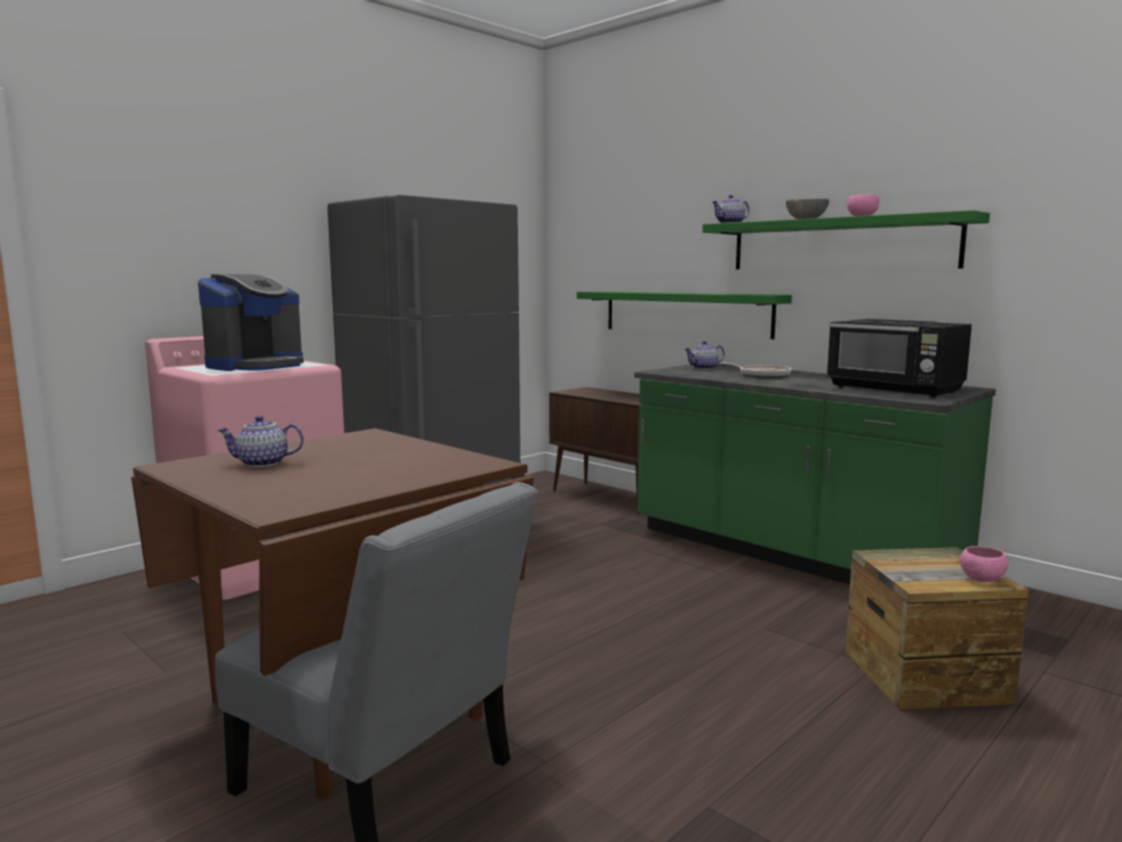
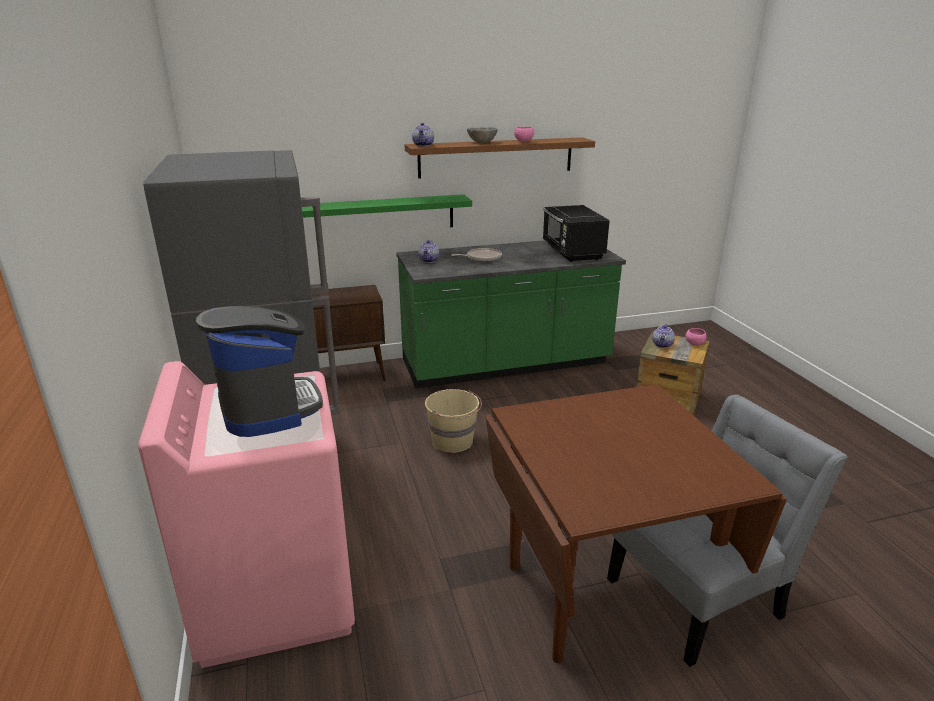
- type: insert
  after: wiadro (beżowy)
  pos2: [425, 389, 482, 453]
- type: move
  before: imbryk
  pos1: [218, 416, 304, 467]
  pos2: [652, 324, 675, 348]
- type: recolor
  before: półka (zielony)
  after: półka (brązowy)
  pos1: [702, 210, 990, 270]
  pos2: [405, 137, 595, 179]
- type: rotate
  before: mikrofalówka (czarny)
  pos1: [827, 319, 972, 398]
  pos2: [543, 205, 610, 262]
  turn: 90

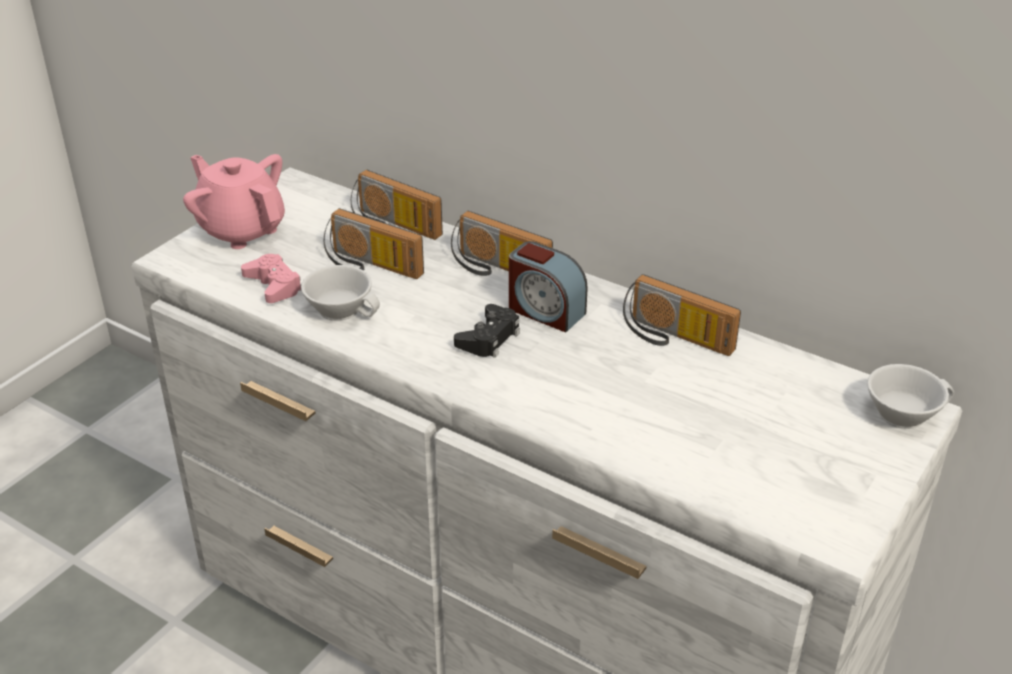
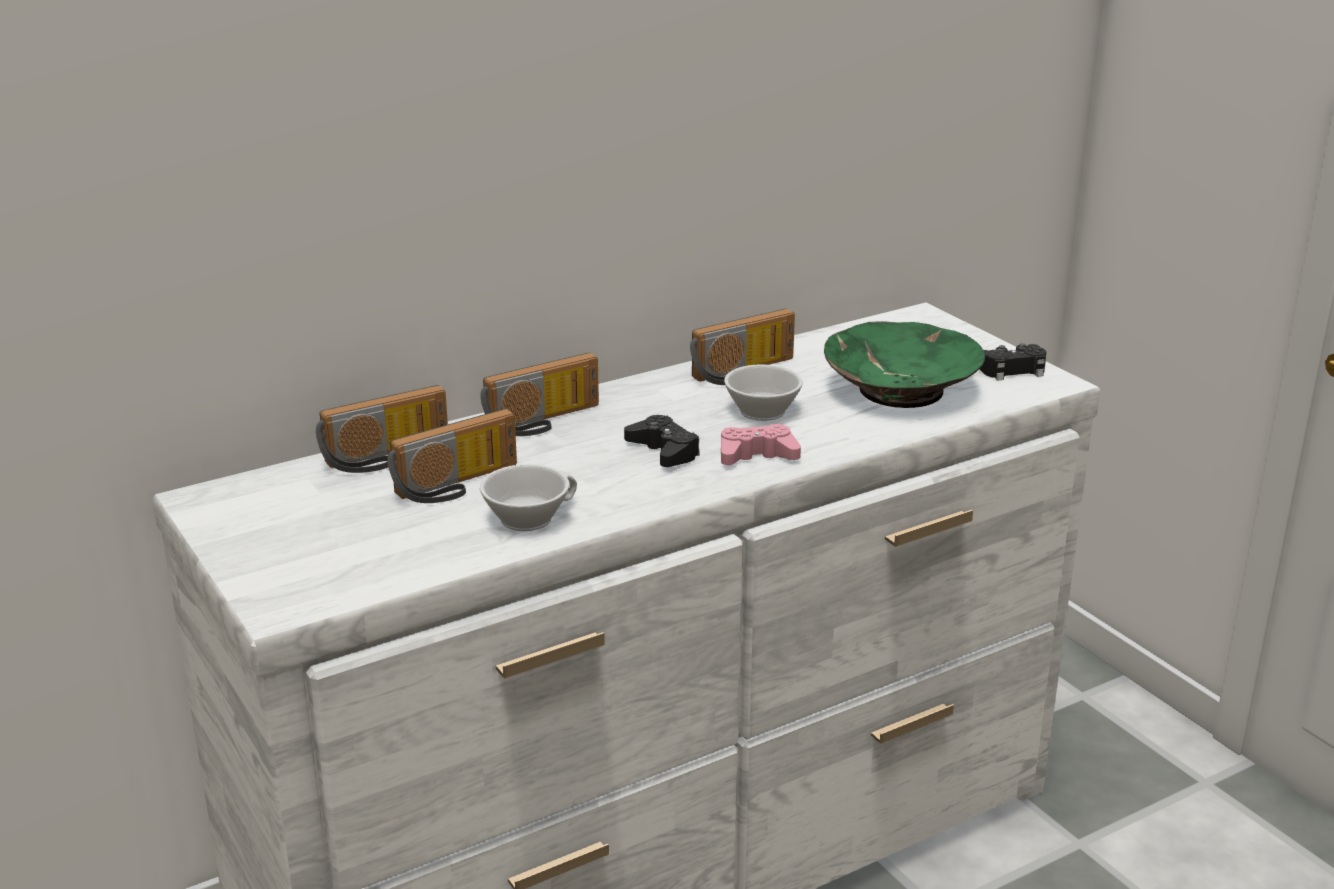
- type: delete
  before: imbryk (różowy)
  pos1: [183, 154, 285, 249]
- type: delete
  before: budzik
  pos1: [509, 241, 588, 332]
- type: insert
  after: miska (zielony)
  pos2: [824, 321, 985, 408]
- type: insert
  after: pad do gier (czarny)
  pos2: [980, 343, 1046, 381]
- type: move
  before: pad do gier (różowy)
  pos1: [241, 254, 301, 303]
  pos2: [721, 424, 801, 465]
- type: move
  before: filiżanka (biały)
  pos1: [867, 364, 954, 429]
  pos2: [724, 364, 803, 421]

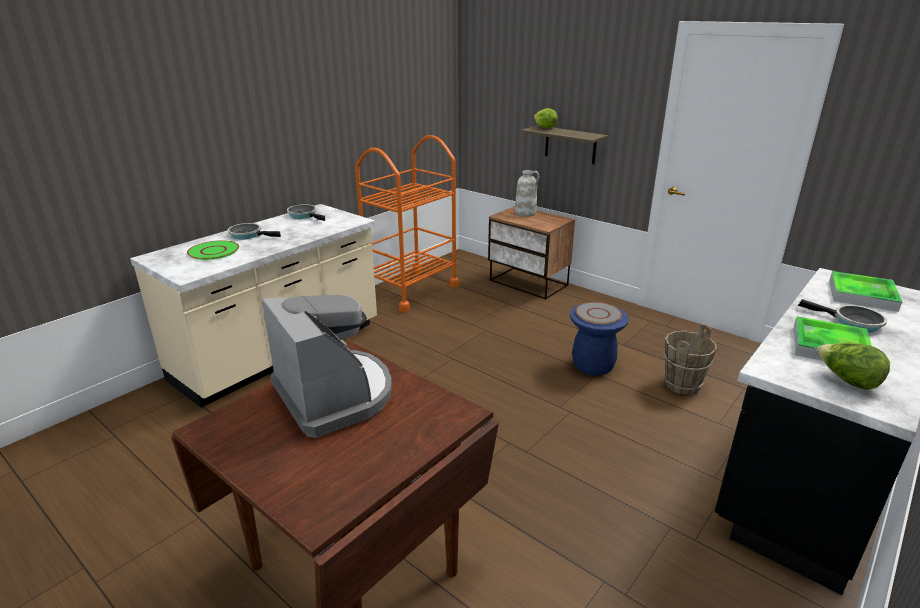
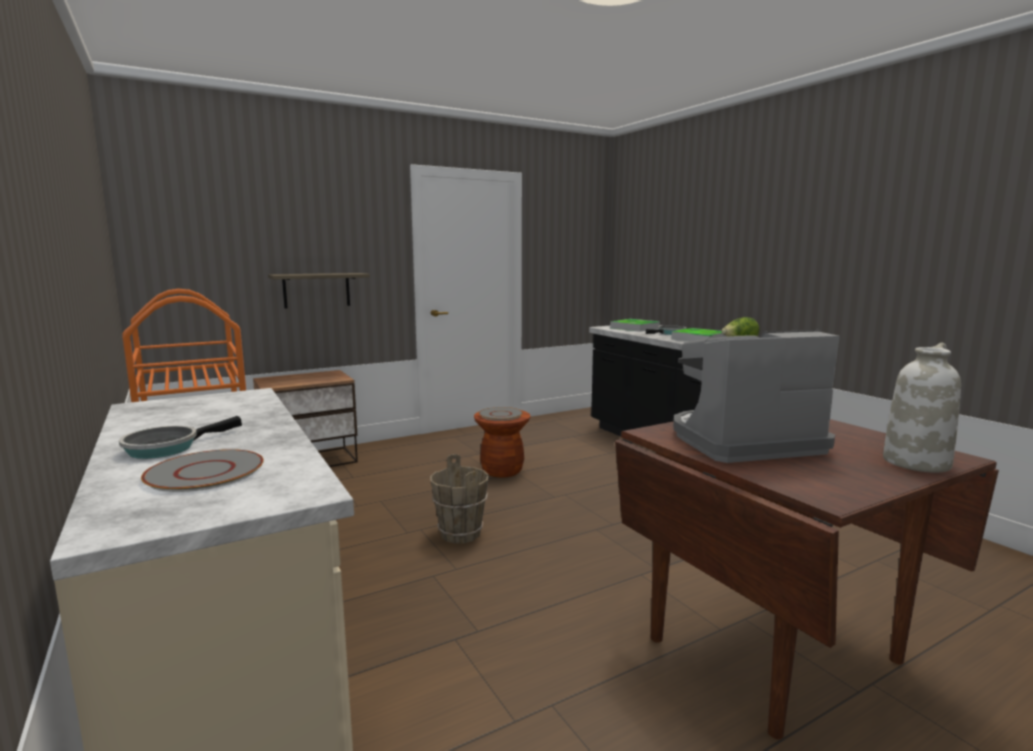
- type: delete
  before: patelnia
  pos1: [287, 204, 325, 221]
- type: delete
  before: sałata
  pos1: [534, 108, 558, 128]
- type: move
  before: wazon (biały)
  pos1: [515, 170, 539, 217]
  pos2: [883, 343, 961, 473]
- type: move
  before: wiadro (brązowy)
  pos1: [663, 325, 717, 395]
  pos2: [430, 454, 489, 544]
- type: recolor
  before: talerz (zielony)
  after: talerz (szary)
  pos1: [187, 240, 239, 260]
  pos2: [141, 449, 264, 492]
- type: recolor
  before: stołek (niebieski)
  after: stołek (brązowy)
  pos1: [570, 304, 629, 376]
  pos2: [474, 410, 531, 478]

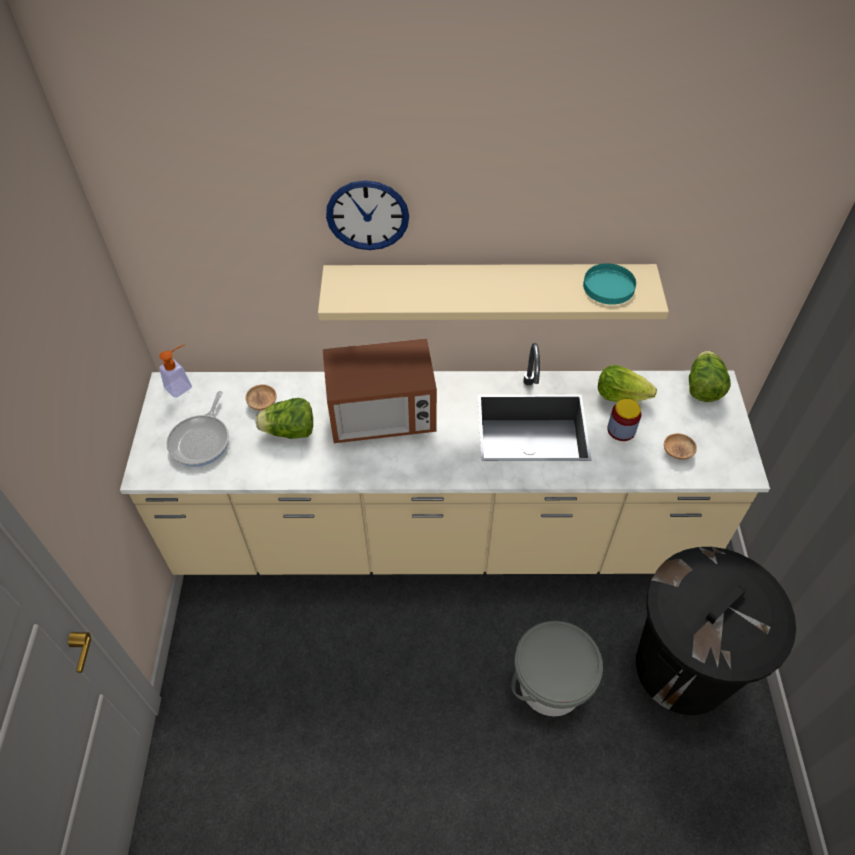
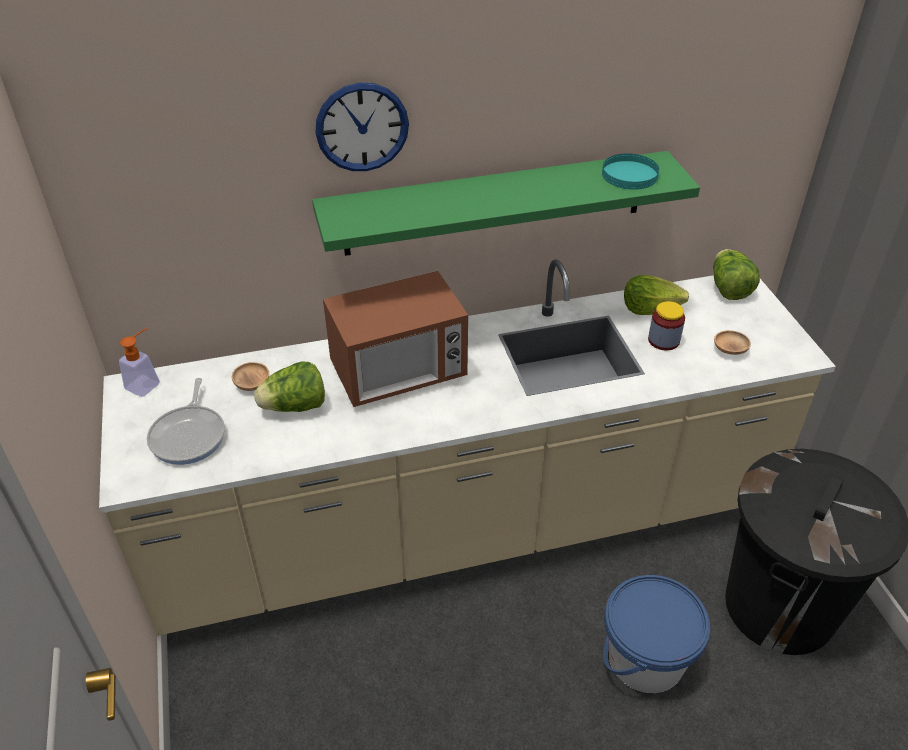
- type: recolor
  before: półka (beżowy)
  after: półka (zielony)
  pos1: [318, 264, 669, 320]
  pos2: [312, 151, 700, 256]
- type: recolor
  before: wiadro (szary)
  after: wiadro (niebieski)
  pos1: [511, 621, 603, 716]
  pos2: [603, 575, 710, 693]

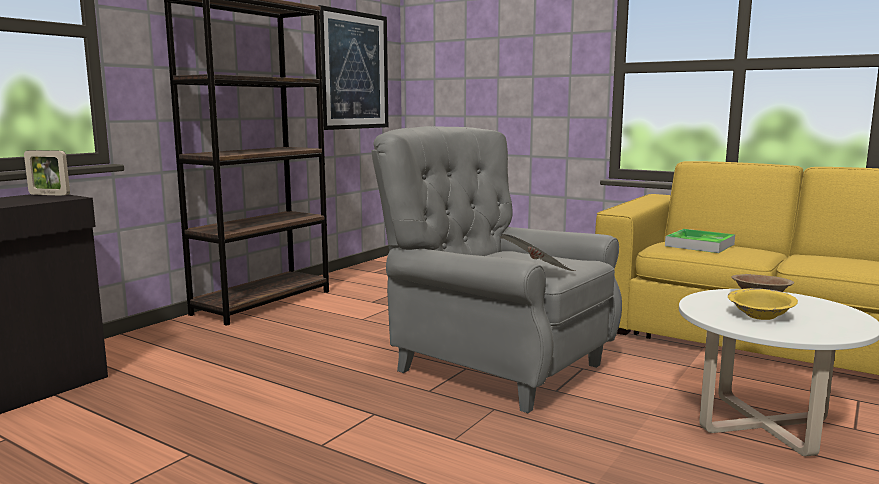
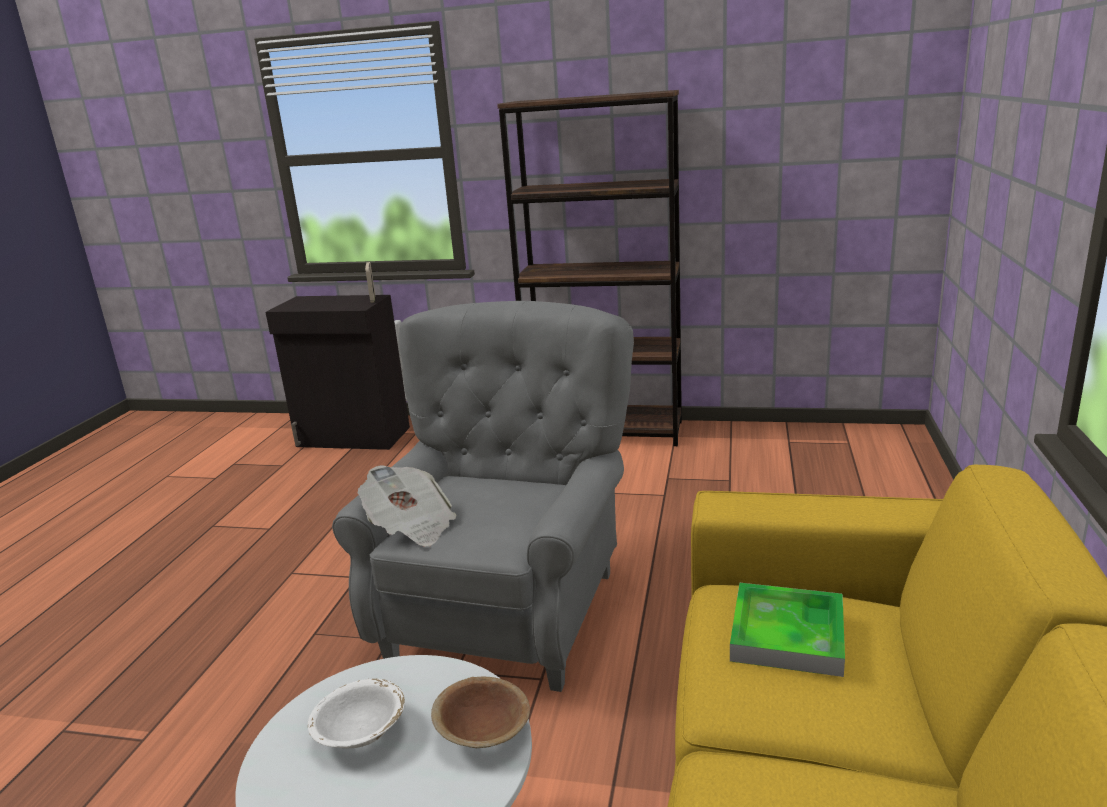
- type: delete
  before: obraz
  pos1: [318, 5, 388, 130]
- type: recolor
  before: miska (żółty)
  after: miska (biały)
  pos1: [728, 288, 798, 320]
  pos2: [308, 679, 405, 749]

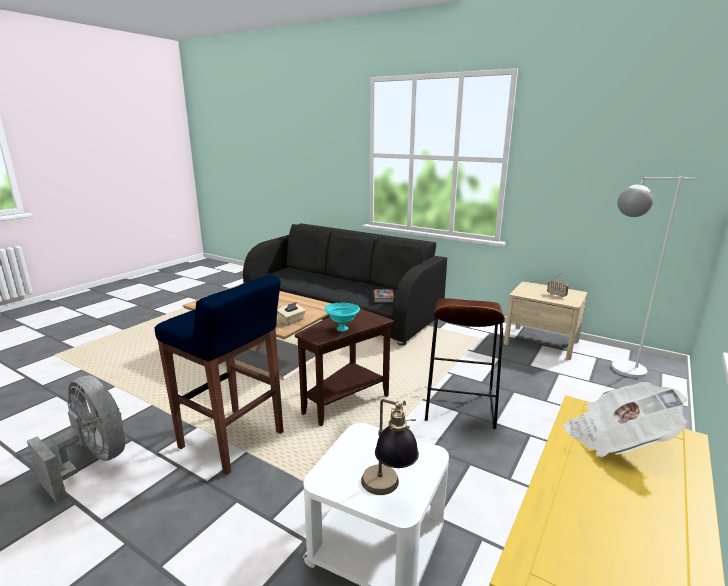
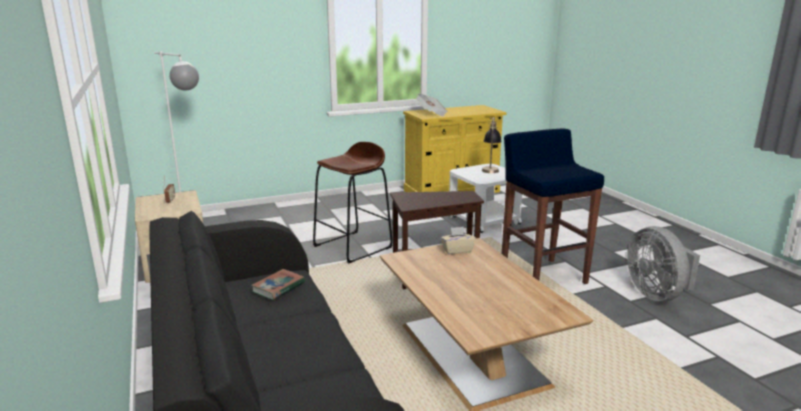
- type: delete
  before: miska (turkusowy)
  pos1: [325, 303, 360, 332]

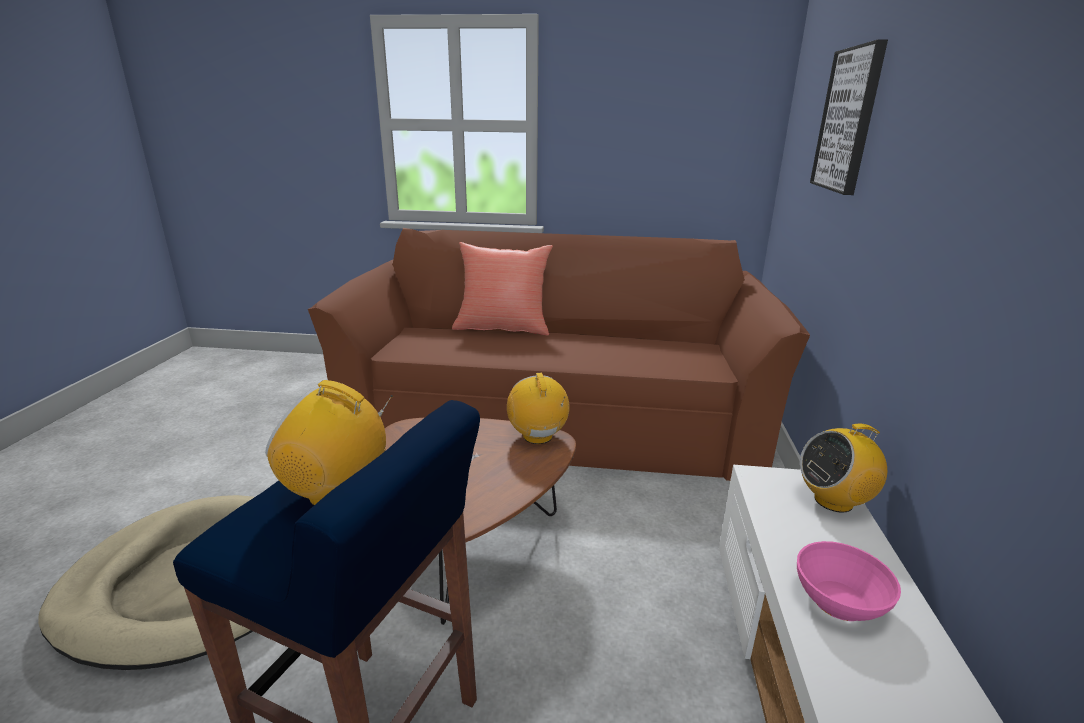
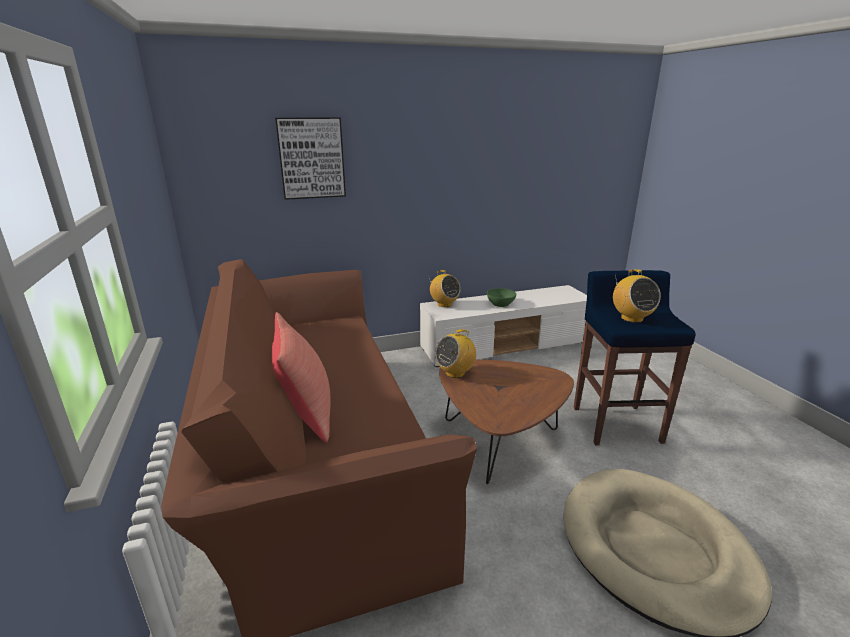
- type: recolor
  before: miska (różowy)
  after: miska (zielony)
  pos1: [797, 541, 901, 621]
  pos2: [487, 288, 516, 307]

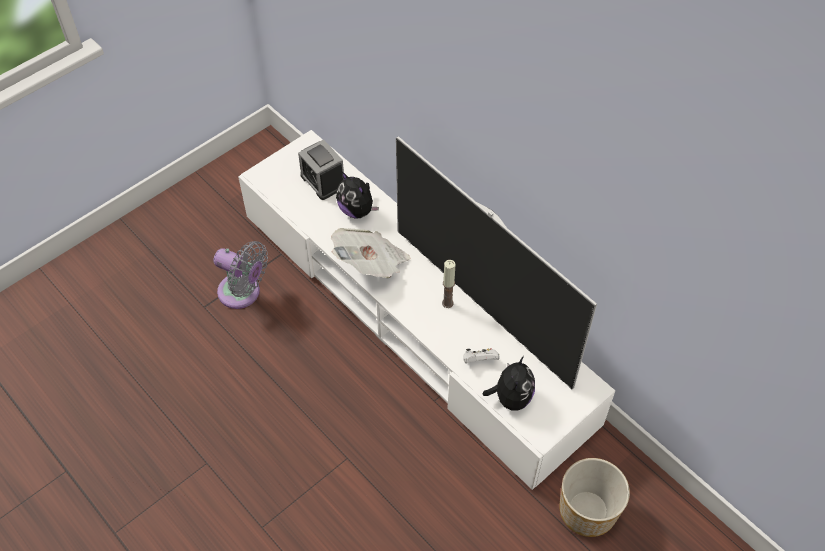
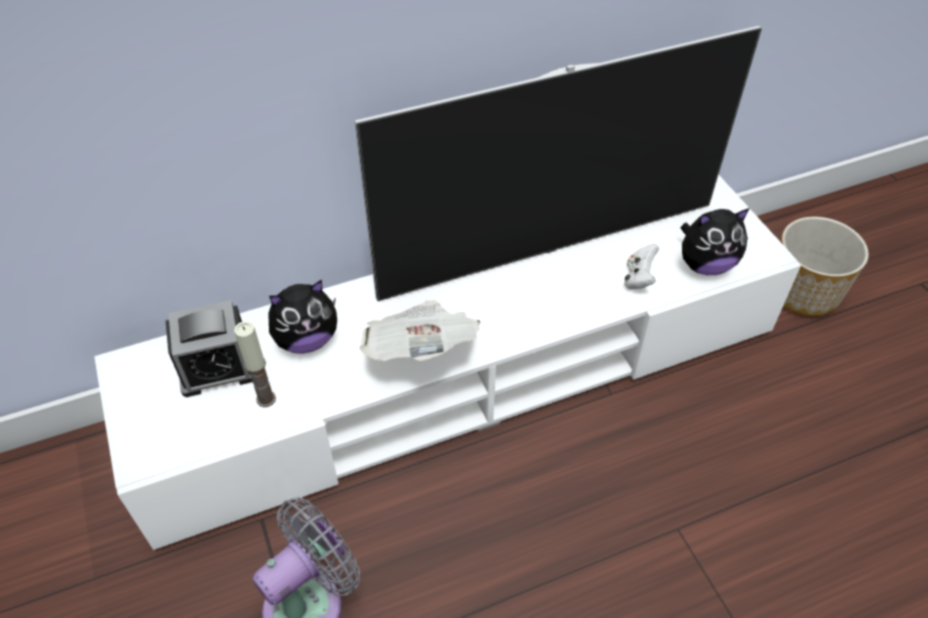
- type: move
  before: świeca
  pos1: [442, 260, 456, 308]
  pos2: [234, 321, 276, 407]
- type: rotate
  before: pluszak
  pos1: [482, 356, 535, 410]
  pos2: [680, 208, 750, 275]
  turn: 135

